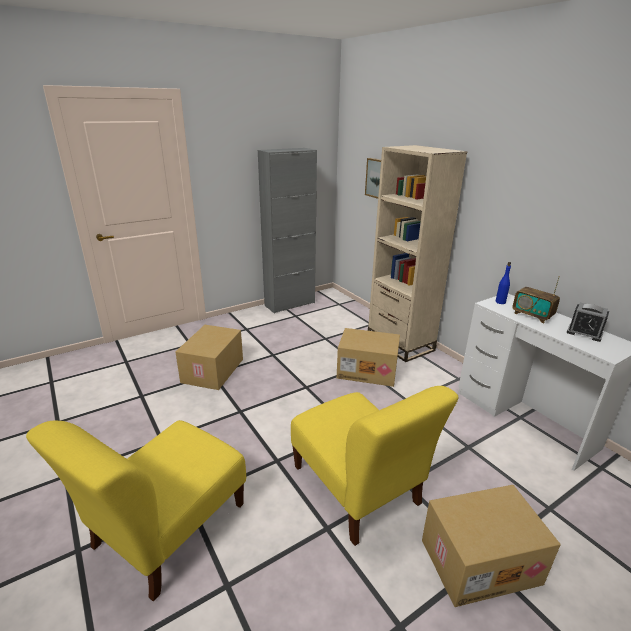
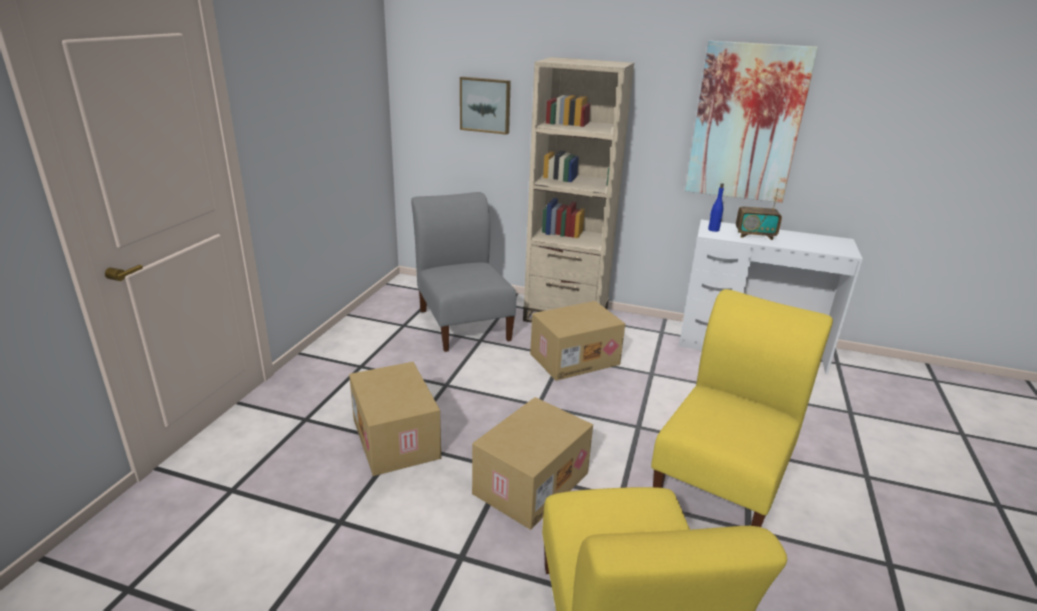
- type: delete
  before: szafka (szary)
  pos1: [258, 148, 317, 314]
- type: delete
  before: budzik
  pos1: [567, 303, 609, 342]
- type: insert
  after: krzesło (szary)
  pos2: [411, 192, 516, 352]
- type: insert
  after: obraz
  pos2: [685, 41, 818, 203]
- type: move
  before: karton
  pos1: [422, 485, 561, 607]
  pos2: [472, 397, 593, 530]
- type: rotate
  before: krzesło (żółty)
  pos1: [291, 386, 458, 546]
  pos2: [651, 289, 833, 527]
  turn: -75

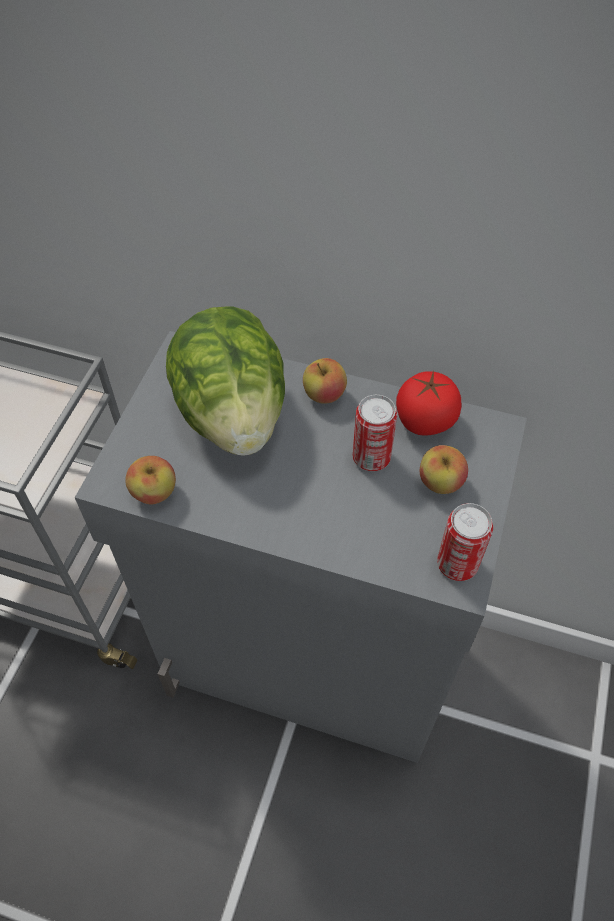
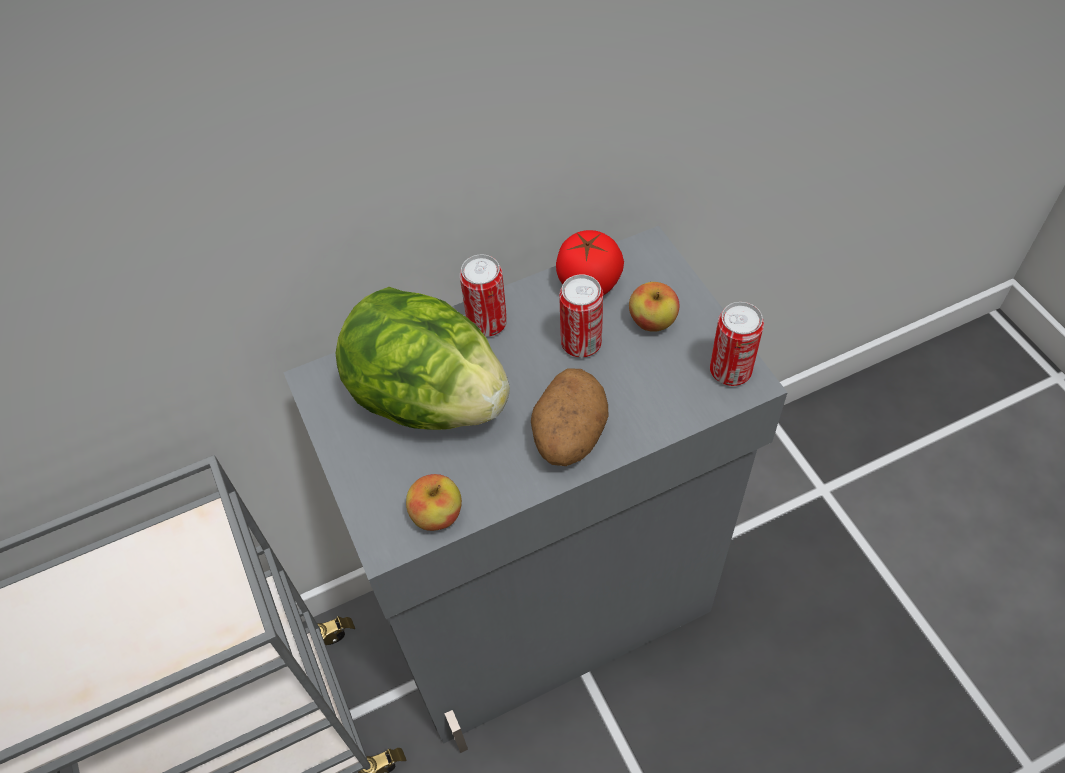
- type: insert
  after: ziemniak
  pos2: [531, 368, 608, 466]
- type: replace
  before: jabłko
  after: puszka
  pos1: [303, 358, 347, 404]
  pos2: [460, 254, 507, 337]

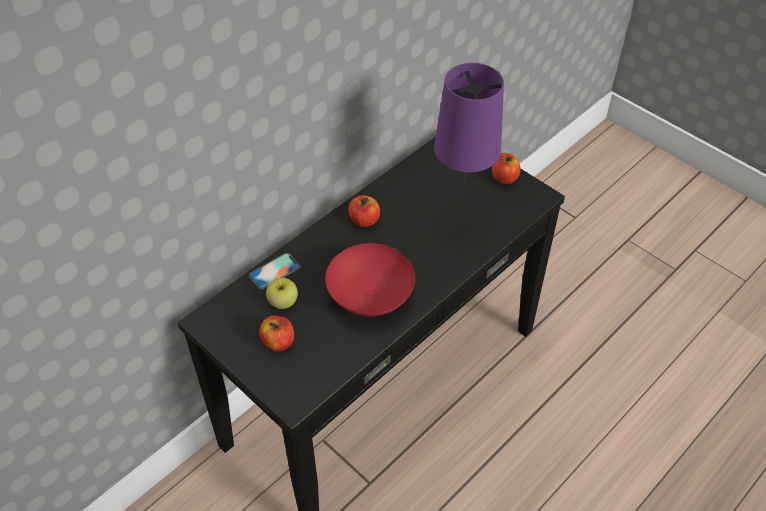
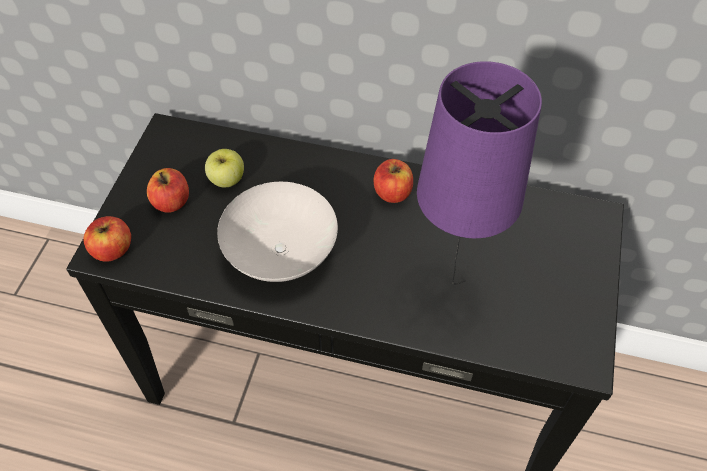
- type: delete
  before: telefon
  pos1: [249, 253, 300, 290]
- type: move
  before: jabłko
  pos1: [492, 153, 521, 184]
  pos2: [83, 216, 131, 262]
- type: recolor
  before: miska (czerwony)
  after: miska (biały)
  pos1: [325, 243, 415, 316]
  pos2: [217, 182, 338, 282]

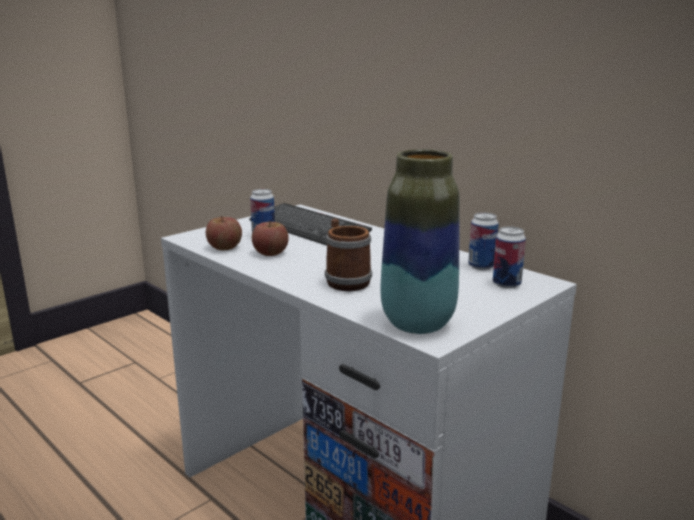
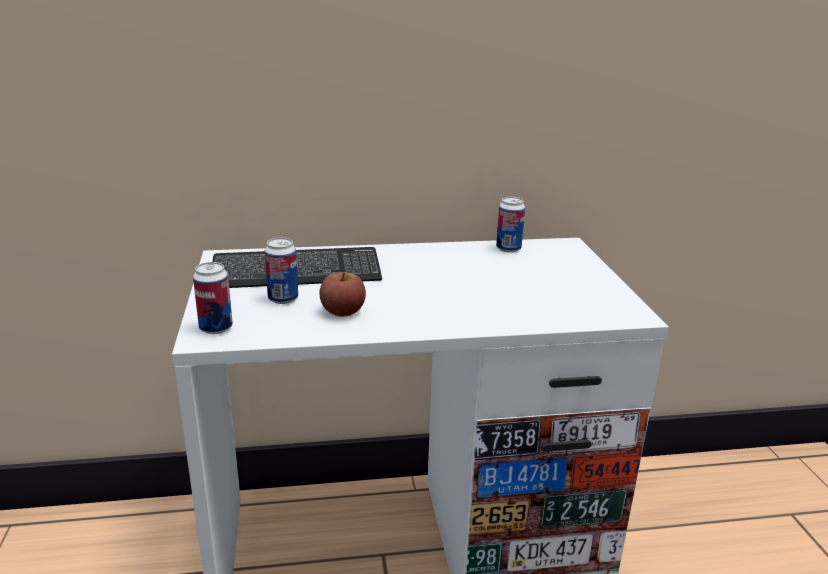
- type: delete
  before: jabłko
  pos1: [206, 216, 242, 250]
- type: delete
  before: kubek
  pos1: [325, 218, 372, 291]
- type: delete
  before: wazon
  pos1: [381, 149, 460, 334]
- type: move
  before: puszka
  pos1: [493, 226, 526, 289]
  pos2: [193, 262, 233, 334]

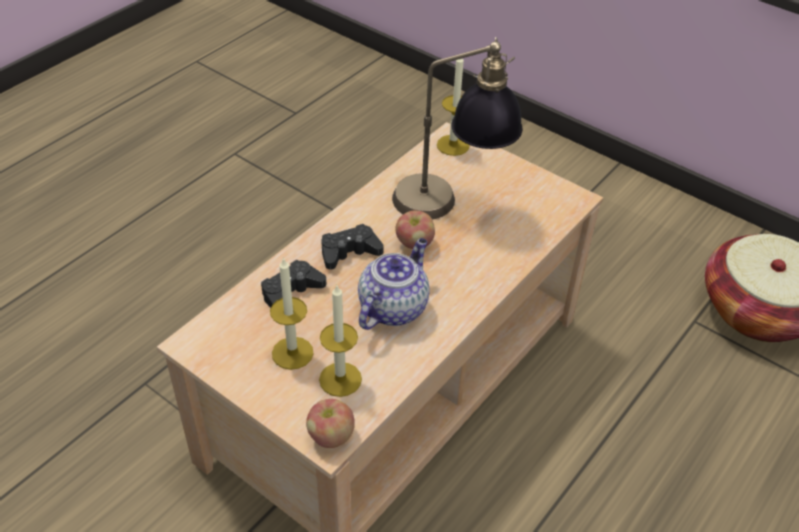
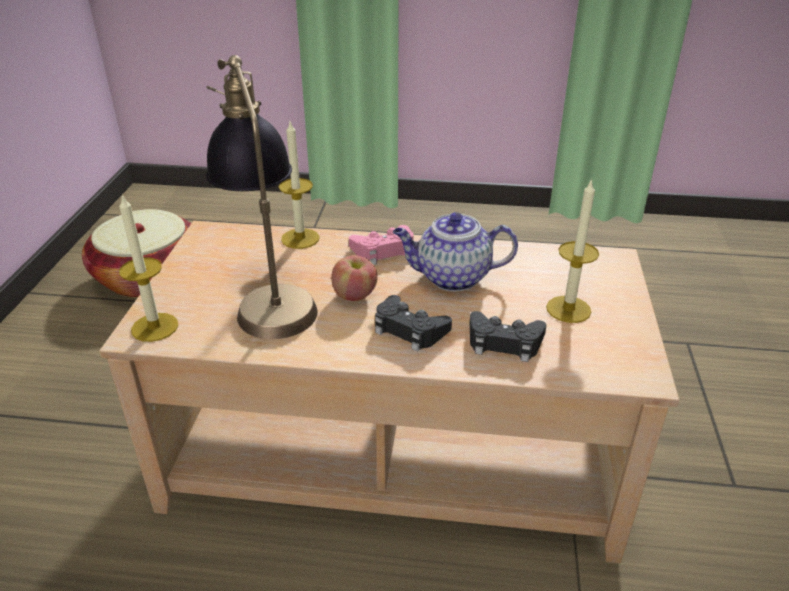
- type: delete
  before: jabłko
  pos1: [306, 399, 355, 448]
- type: insert
  after: pad do gier (różowy)
  pos2: [349, 225, 413, 265]
- type: move
  before: świeca
  pos1: [319, 284, 362, 397]
  pos2: [279, 122, 320, 249]

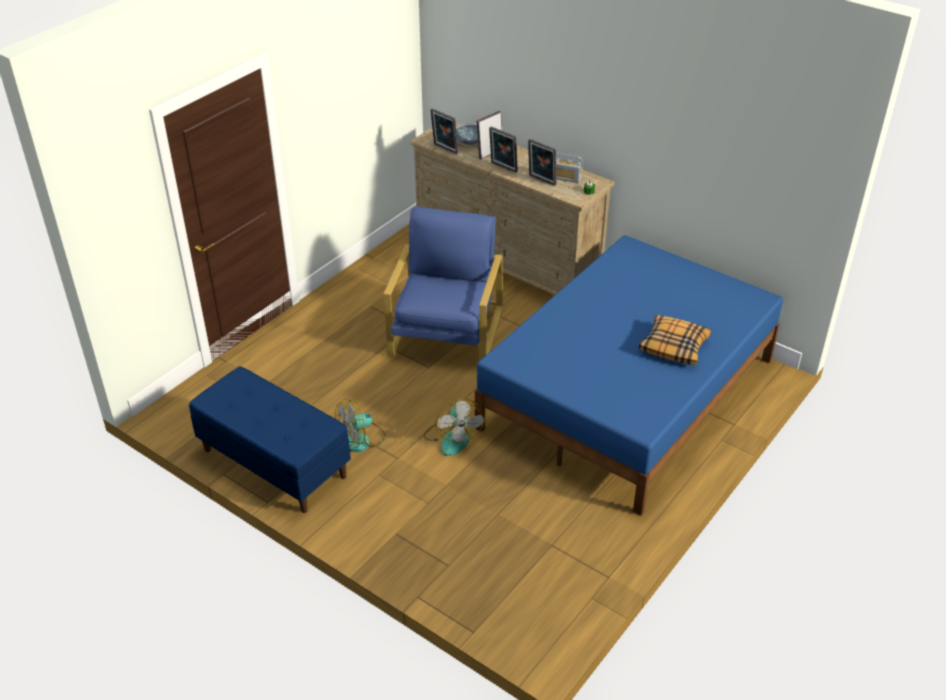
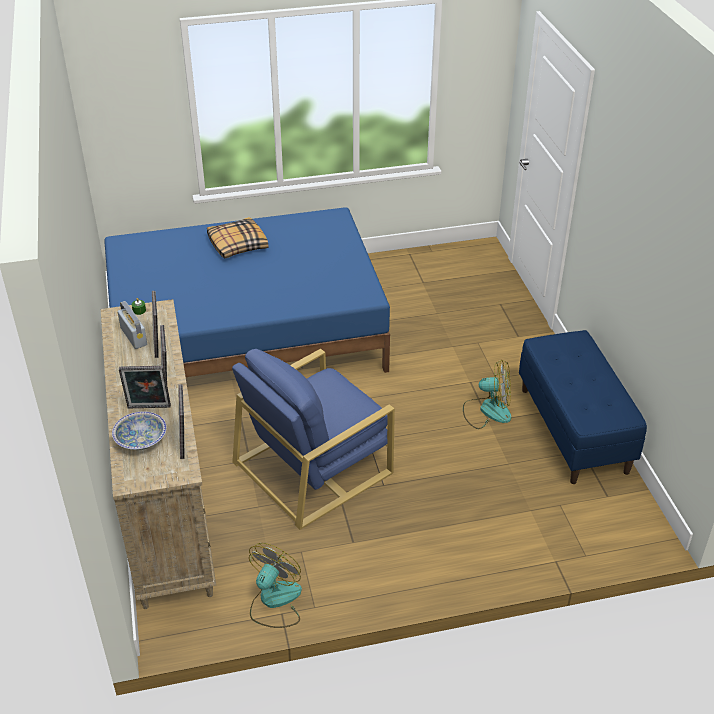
- type: move
  before: wentylator
  pos1: [424, 399, 485, 456]
  pos2: [249, 543, 302, 628]

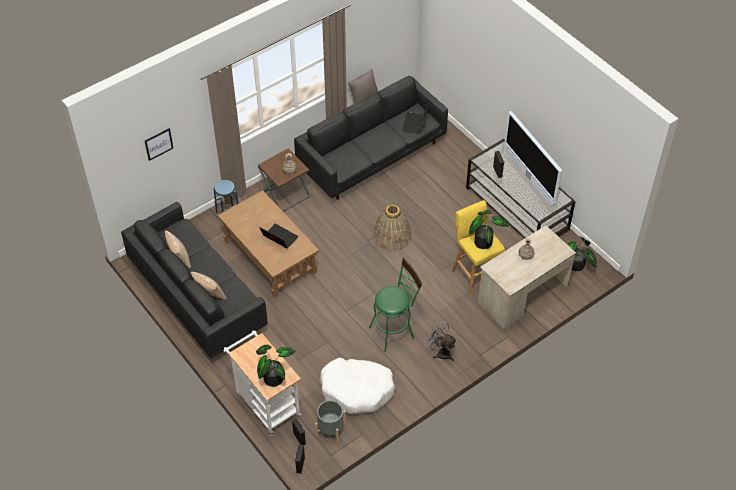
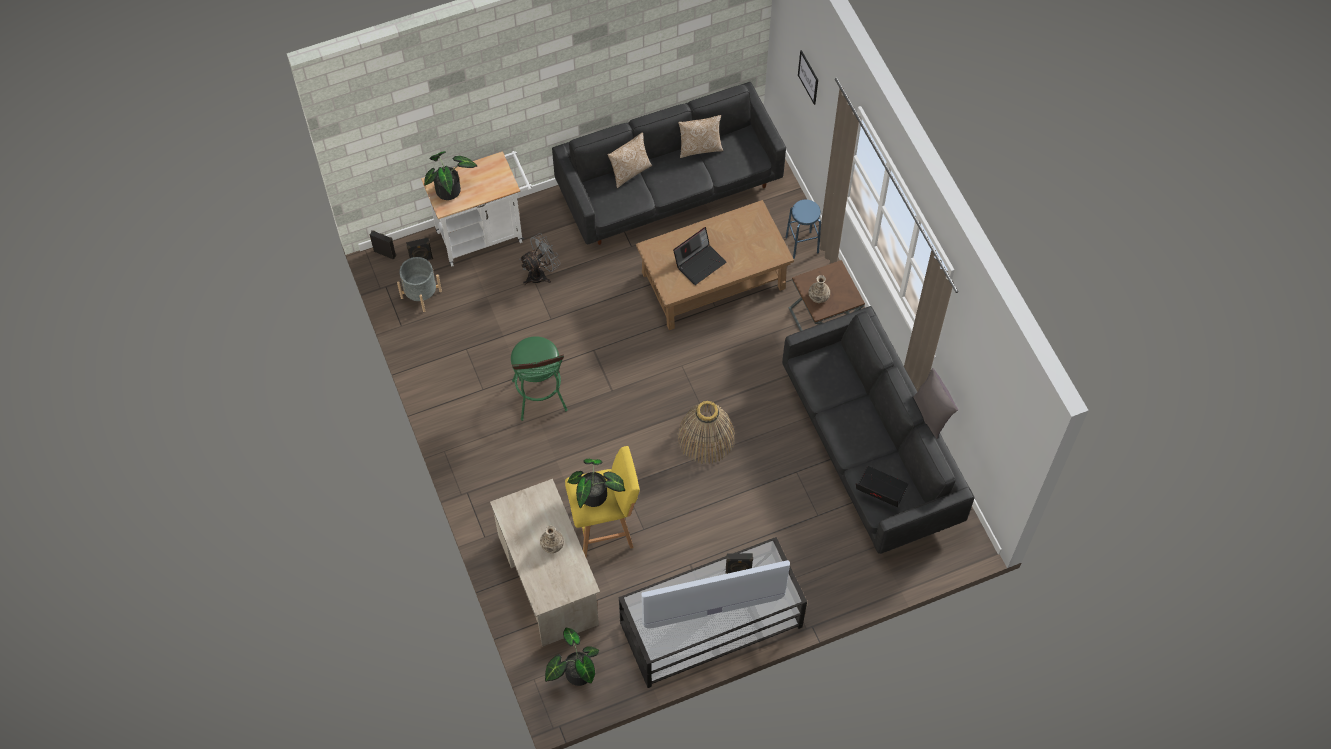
- type: delete
  before: legowisko (biały)
  pos1: [320, 358, 395, 414]
- type: move
  before: wentylator (szary)
  pos1: [426, 321, 457, 361]
  pos2: [519, 233, 561, 285]

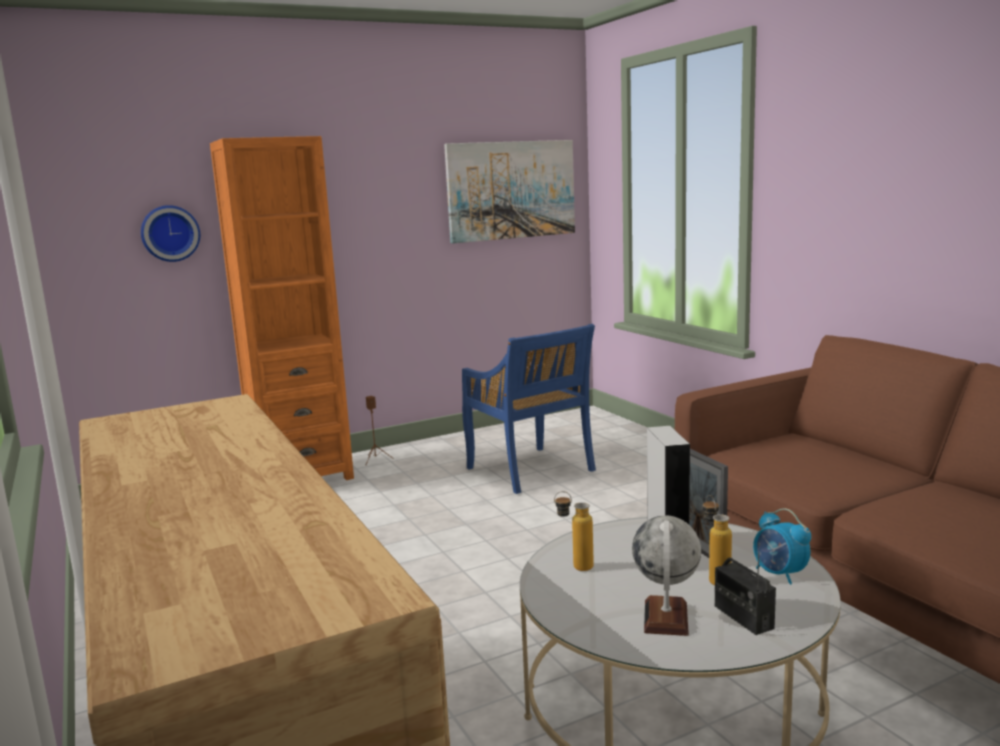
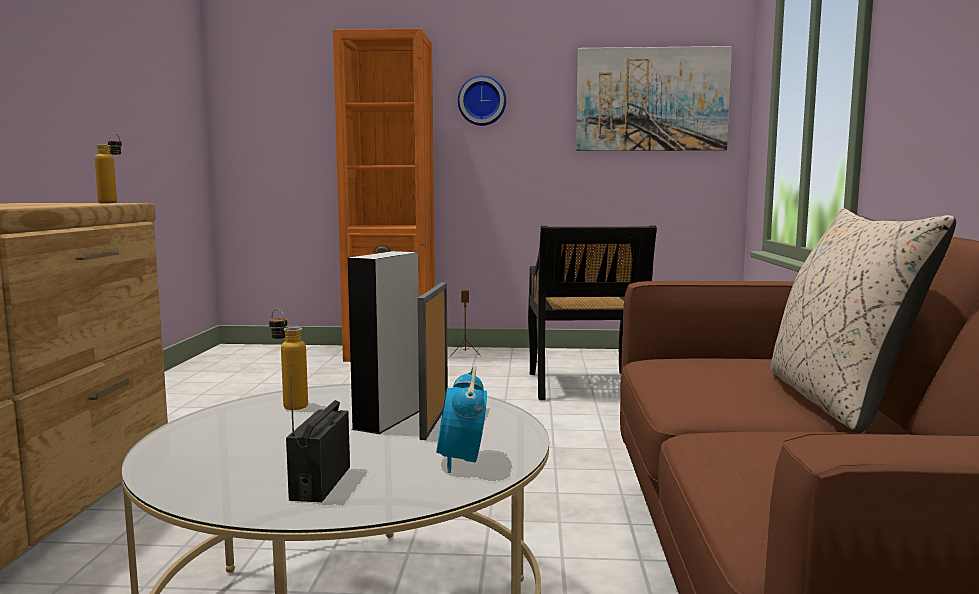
- type: delete
  before: globus
  pos1: [632, 515, 701, 636]
- type: insert
  after: poduszka (beżowy)
  pos2: [770, 208, 956, 434]
- type: move
  before: zegar ścienny
  pos1: [141, 205, 200, 262]
  pos2: [458, 76, 506, 126]
- type: move
  before: butelka
  pos1: [703, 495, 732, 586]
  pos2: [95, 133, 122, 203]
- type: recolor
  before: krzesło (niebieski)
  after: krzesło (czarny)
  pos1: [462, 324, 596, 494]
  pos2: [528, 226, 657, 400]

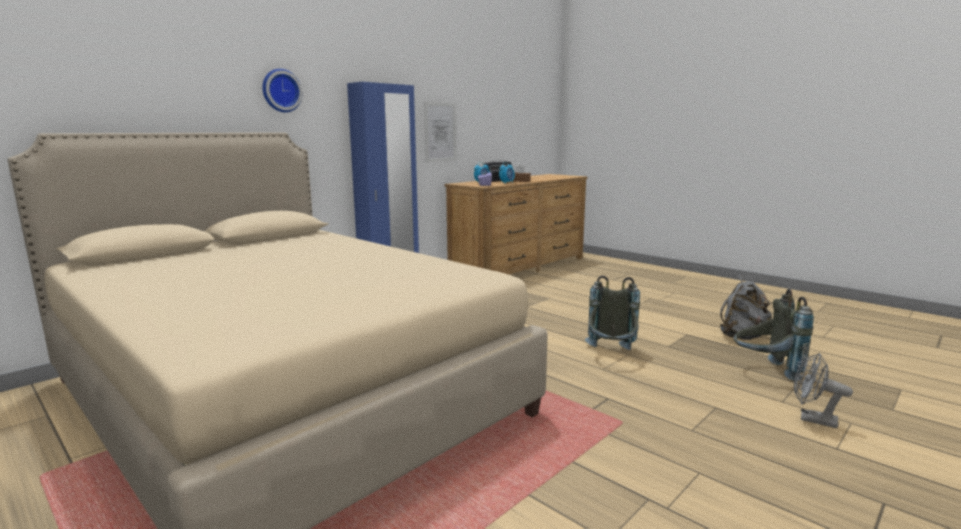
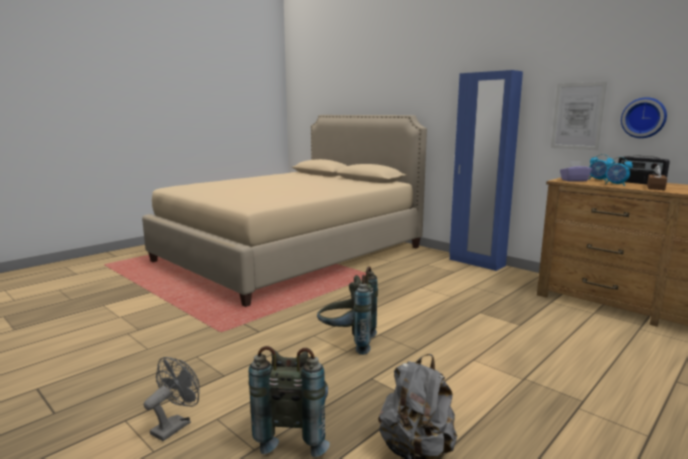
- type: move
  before: zegar ścienny
  pos1: [262, 69, 302, 112]
  pos2: [621, 97, 667, 138]

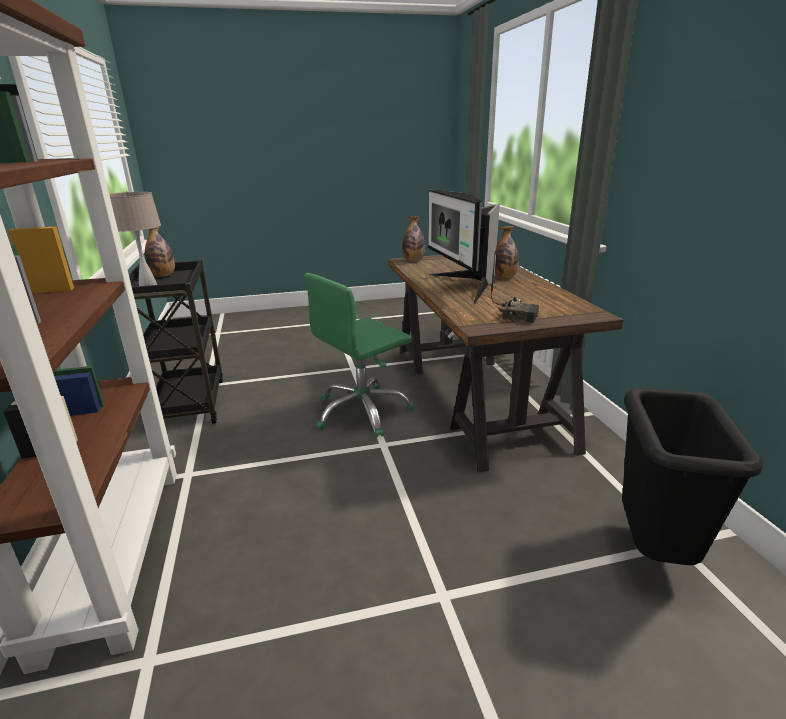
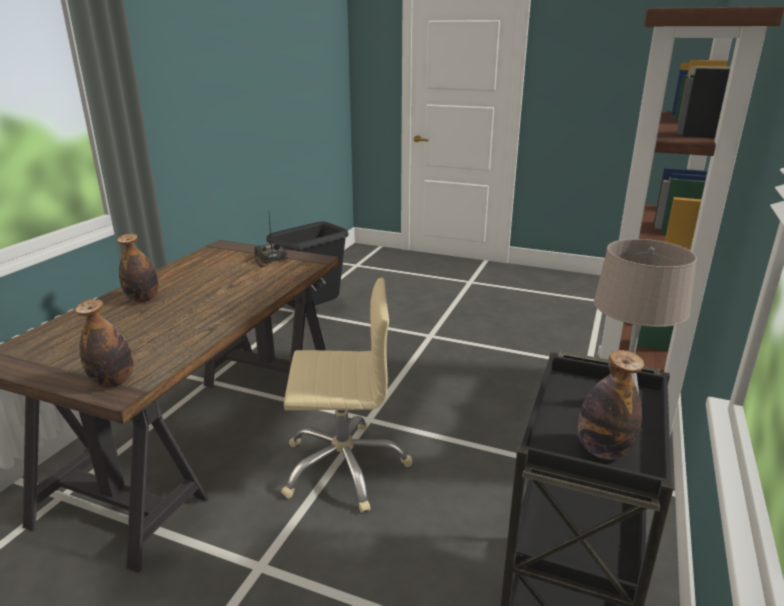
- type: delete
  before: monitor
  pos1: [428, 190, 500, 305]
- type: recolor
  before: krzesło biurowe (zielony)
  after: krzesło biurowe (beżowy)
  pos1: [304, 273, 415, 437]
  pos2: [281, 278, 412, 513]

